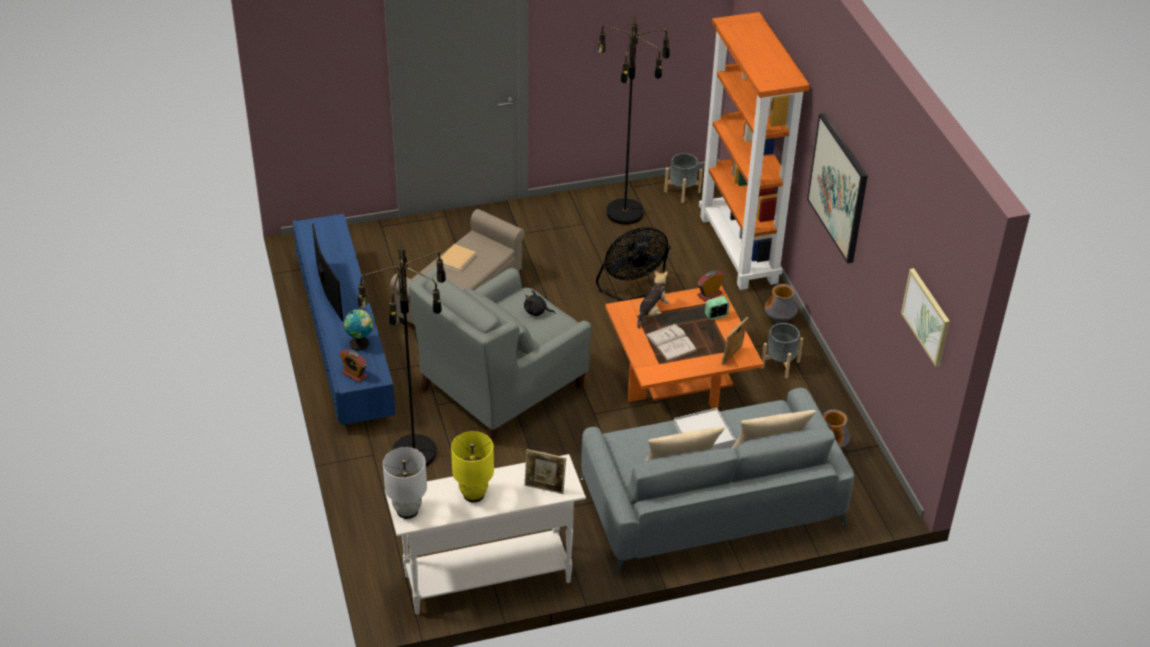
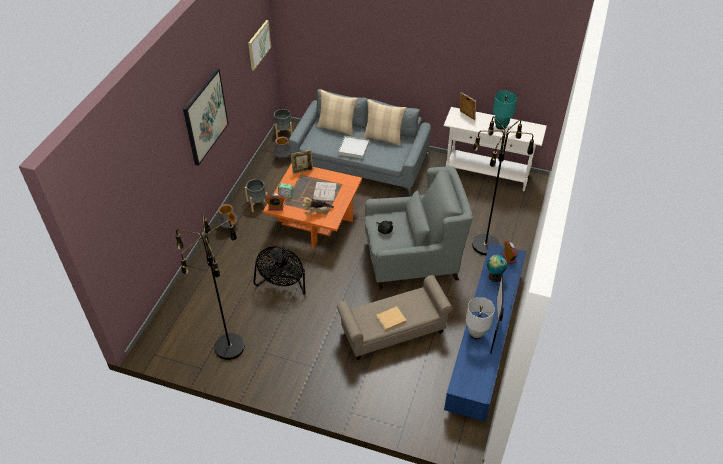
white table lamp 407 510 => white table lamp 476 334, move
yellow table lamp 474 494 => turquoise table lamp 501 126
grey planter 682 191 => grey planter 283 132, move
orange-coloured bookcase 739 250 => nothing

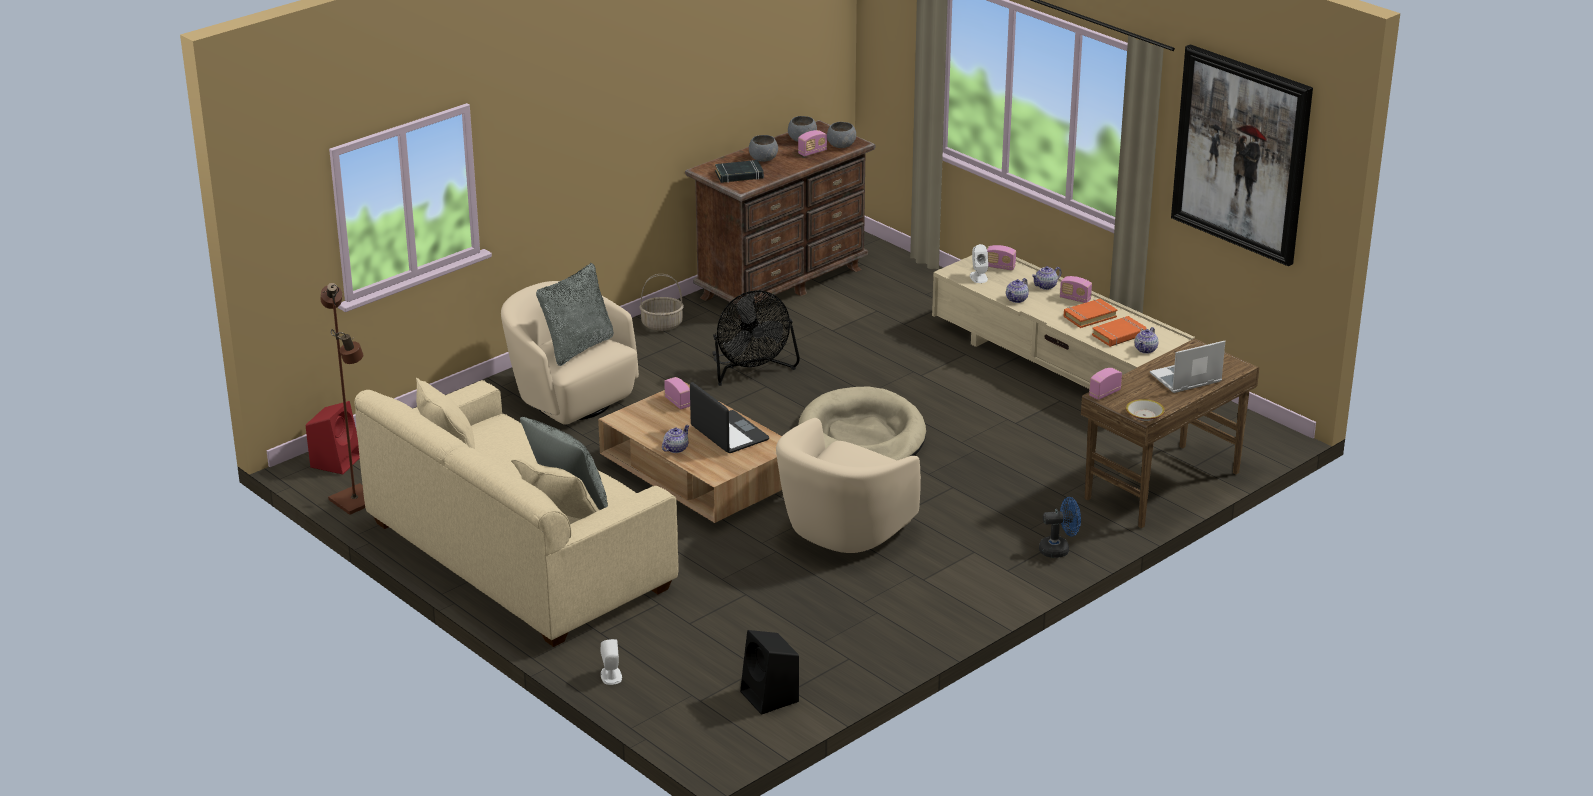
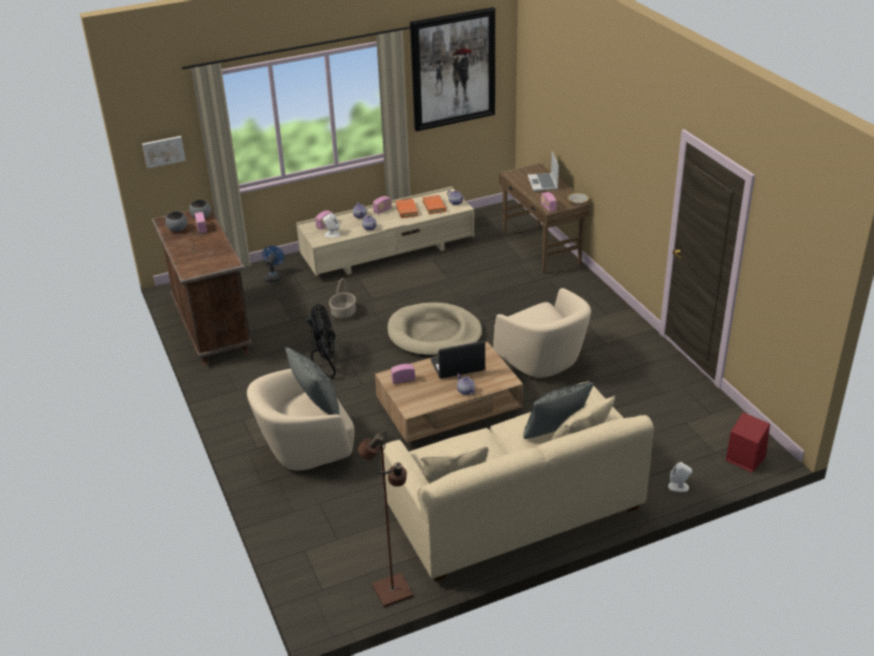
red speaker 336 461 => red speaker 744 458, move
basket 662 324 => basket 343 313, move
black-coloured book 739 175 => nothing
black-coloured speaker 770 697 => nothing
grey deep dish 763 159 => nothing
blue fan 1059 549 => blue fan 274 276, move
nothing => wall picture 163 151

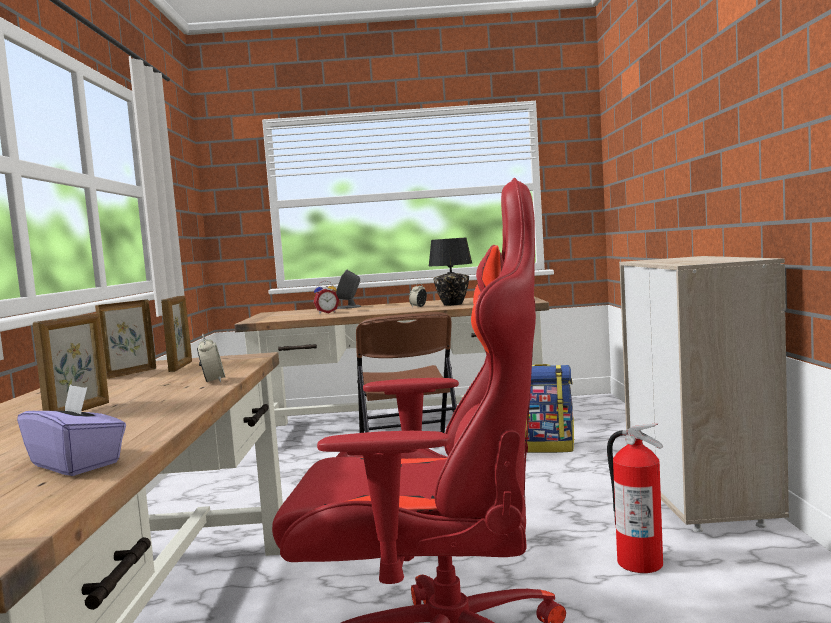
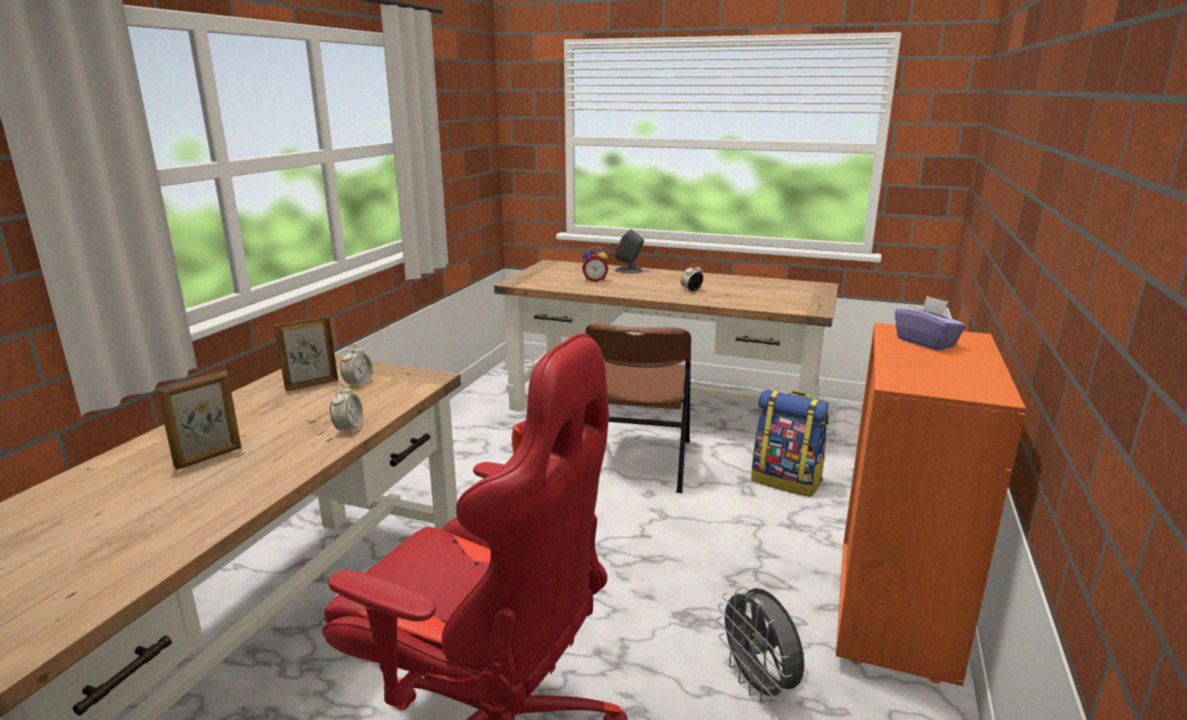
purplish tissue holder 77 464 => purplish tissue holder 926 342, move
picture frame 181 367 => bedside clock 358 383
black-coloured table lamp 452 304 => nothing
extinguisher 639 562 => grey fan 758 684
beige-coloured cupboard 701 502 => orange-coloured cupboard 893 620

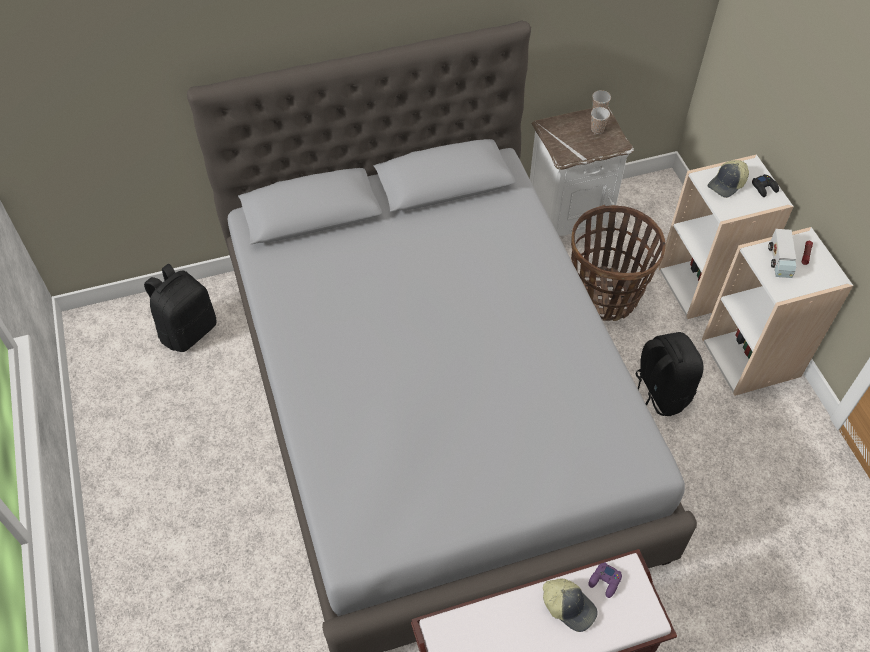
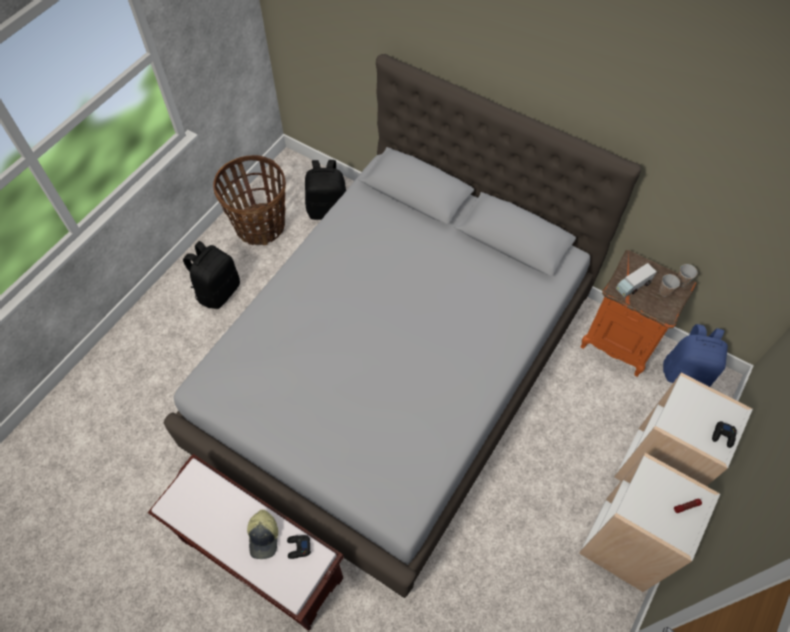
white nightstand 569 220 => orange-coloured nightstand 619 343
basket 605 295 => basket 260 226, move
purplish gamepad 605 581 => black-coloured gamepad 298 547
black-coloured knapsack 658 393 => black-coloured knapsack 218 291, move
baseball cap 727 184 => nothing
toy truck 780 261 => toy truck 633 285, move
nothing => blue knapsack 686 373

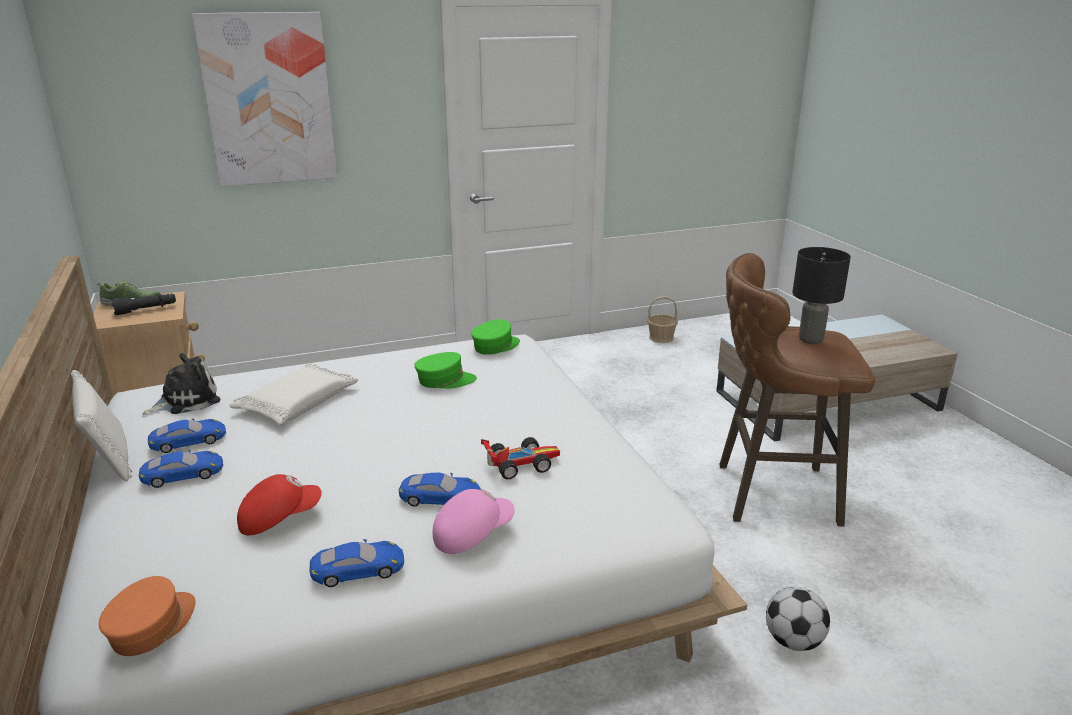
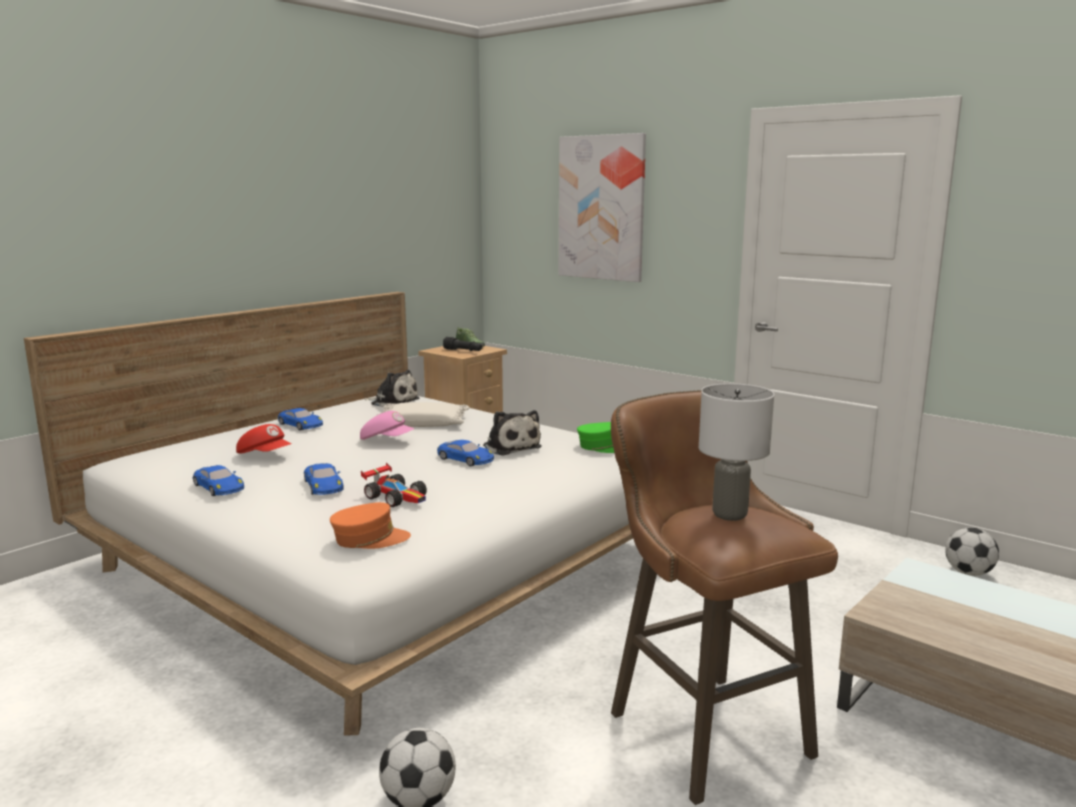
white cushion 108 456 => nothing
orange-coloured baseball cap 152 626 => orange-coloured baseball cap 370 539, move
blue model car 188 441 => blue model car 465 459, move
greenish baseball cap 445 380 => soft toy 510 447
pink-coloured baseball cap 472 534 => pink-coloured baseball cap 387 440, move
basket 661 338 => football ball 968 573
black-coloured table lamp 811 341 => white table lamp 728 515

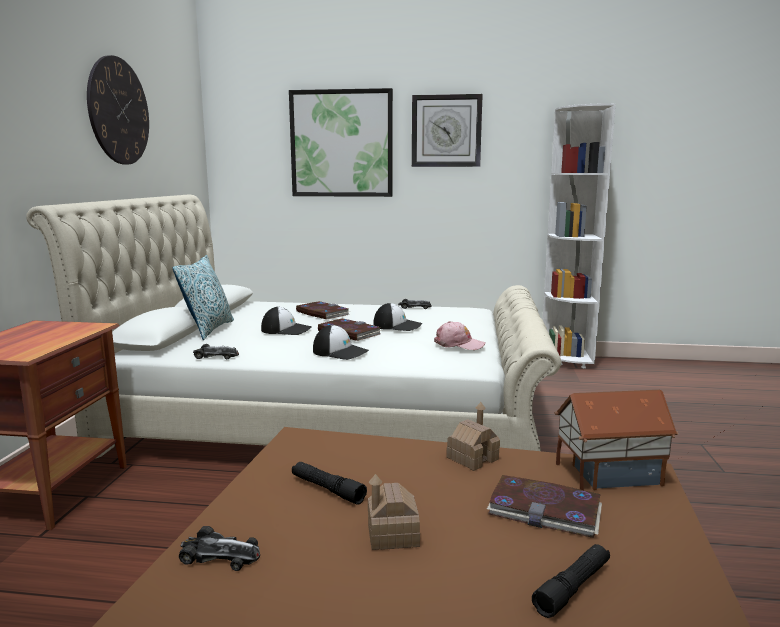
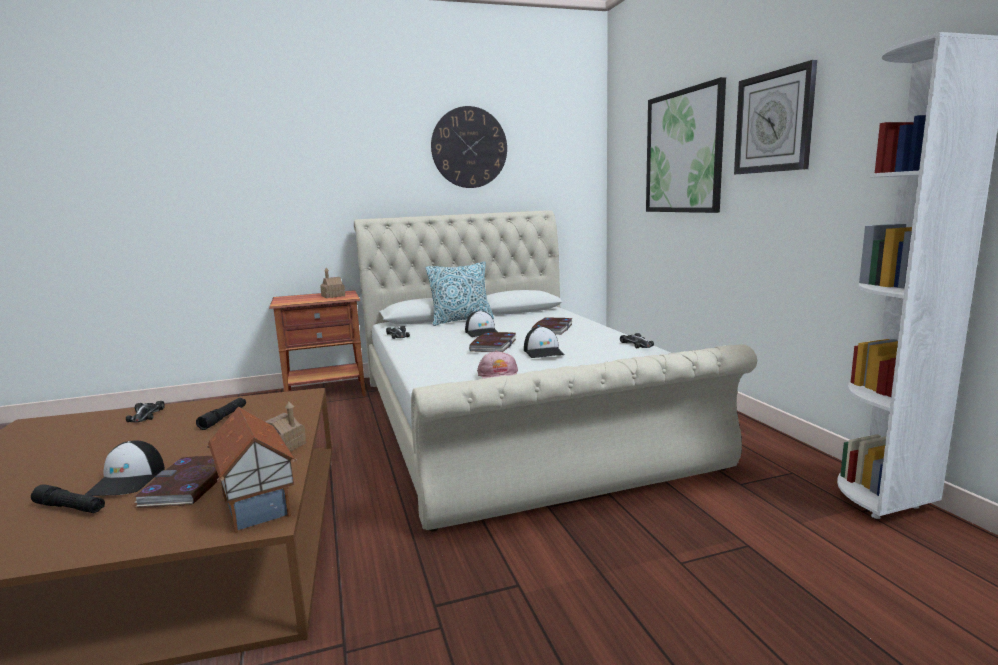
baseball cap 340 352 => baseball cap 128 480, move
miniature house 392 534 => miniature house 333 296, move

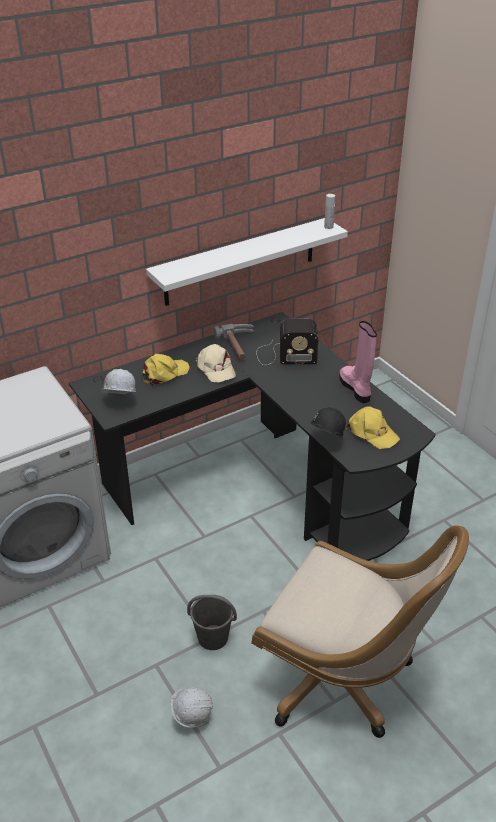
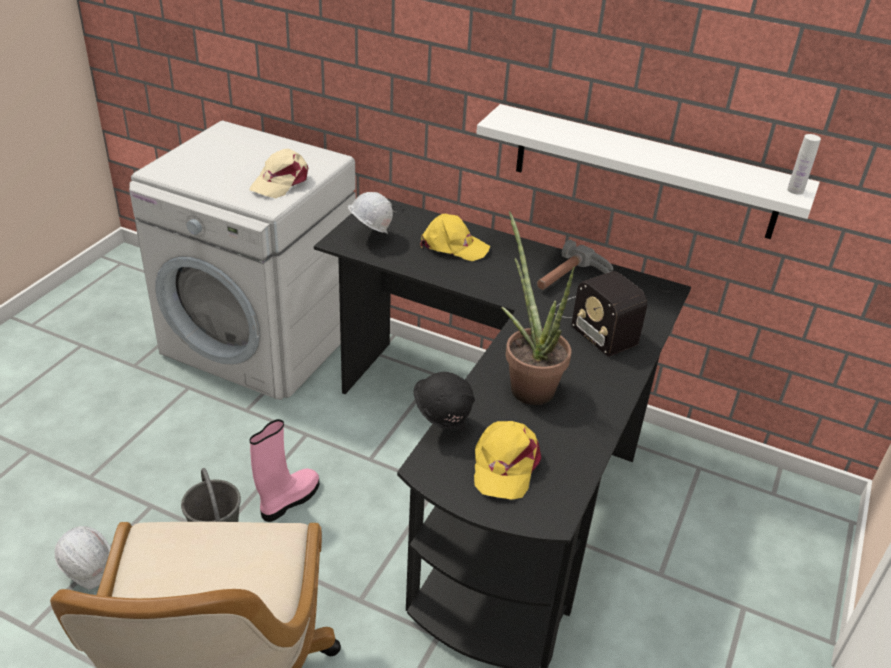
beige-coloured baseball cap 216 368 => beige-coloured baseball cap 281 182, move
pink-coloured high-top boot 356 389 => pink-coloured high-top boot 288 500, move
nothing => plant in a pot 527 384

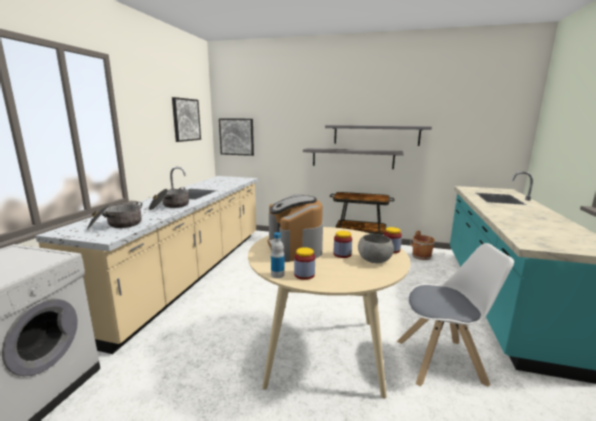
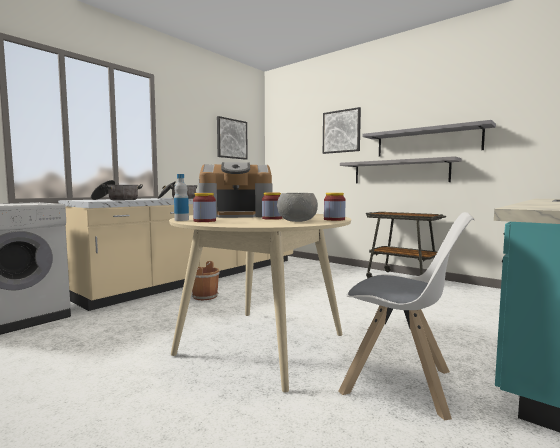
wall picture 236 136 => wall picture 341 131, move
coffee machine 295 247 => coffee machine 237 215, 105 degrees counterclockwise
brownish bucket 420 256 => brownish bucket 203 296, move

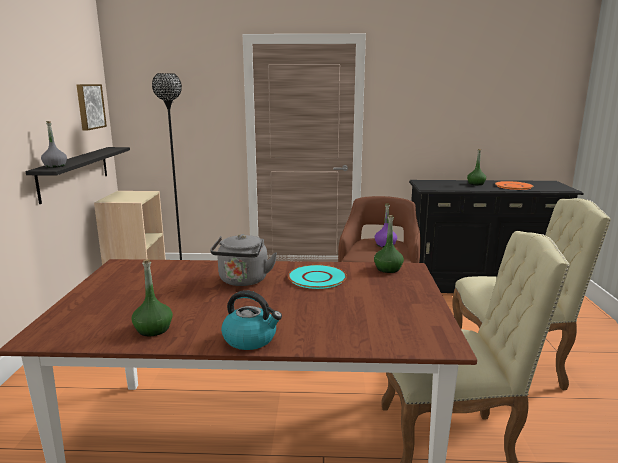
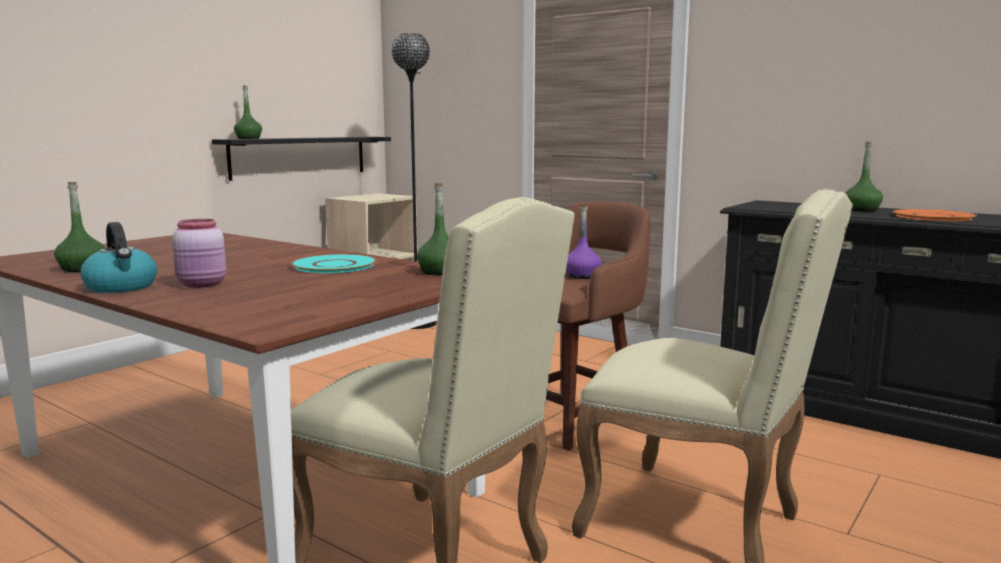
grey drink bottle 55 166 => greenish drink bottle 248 138
wall picture 89 106 => nothing
grey tea kettle 243 281 => nothing
nothing => pink-coloured storage jar 203 284

